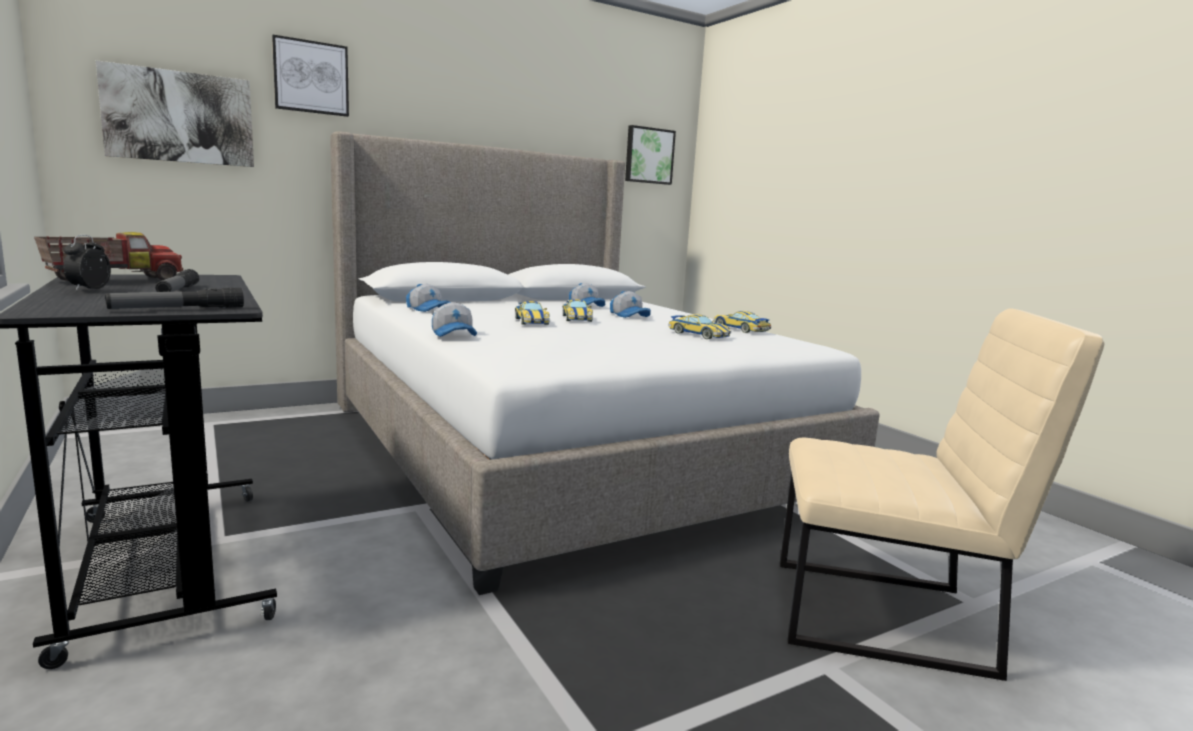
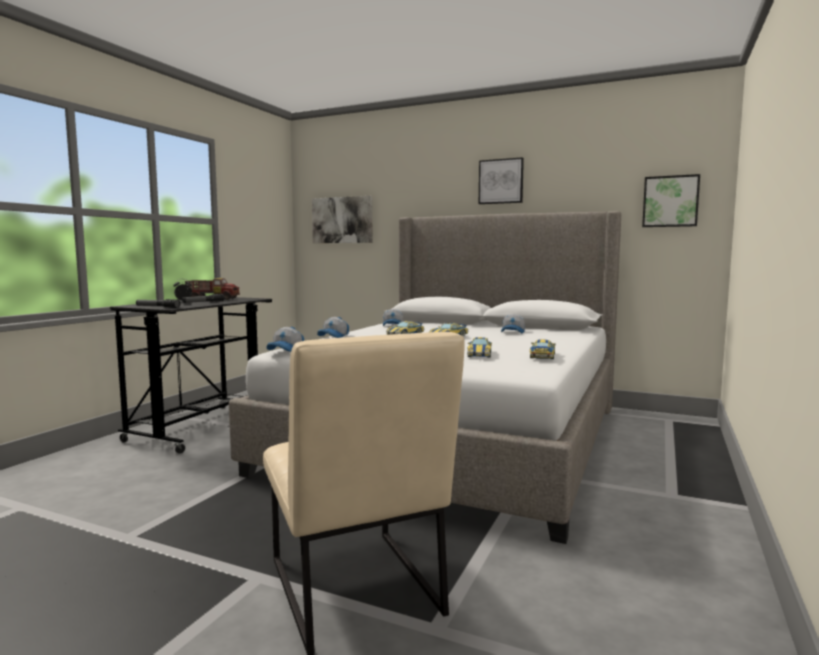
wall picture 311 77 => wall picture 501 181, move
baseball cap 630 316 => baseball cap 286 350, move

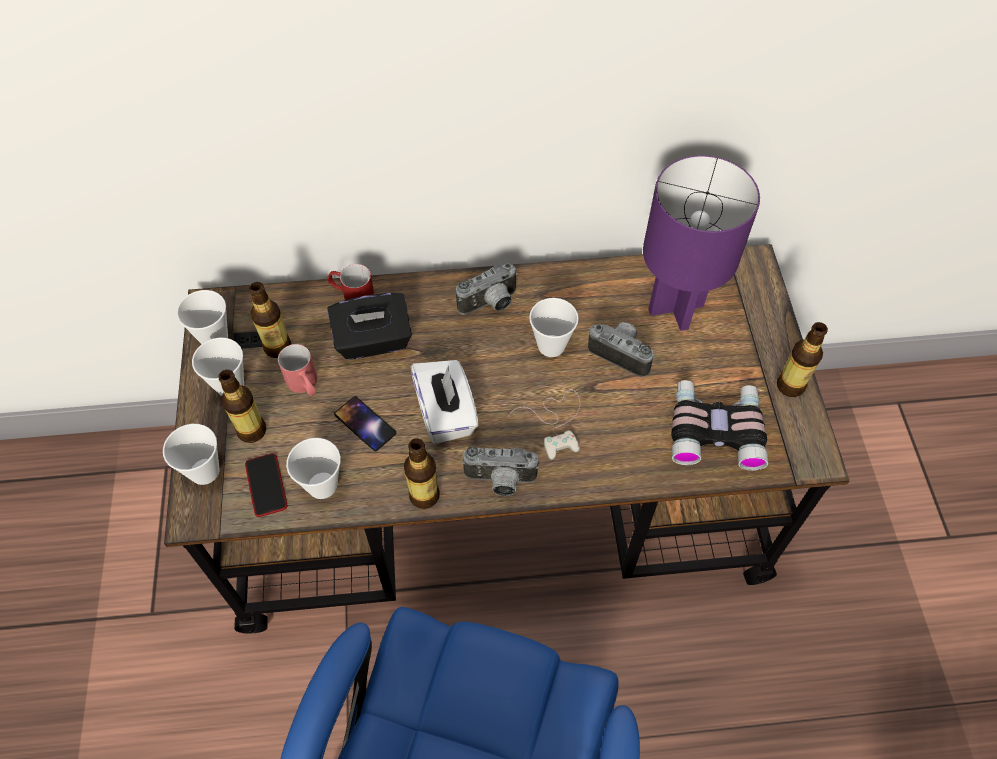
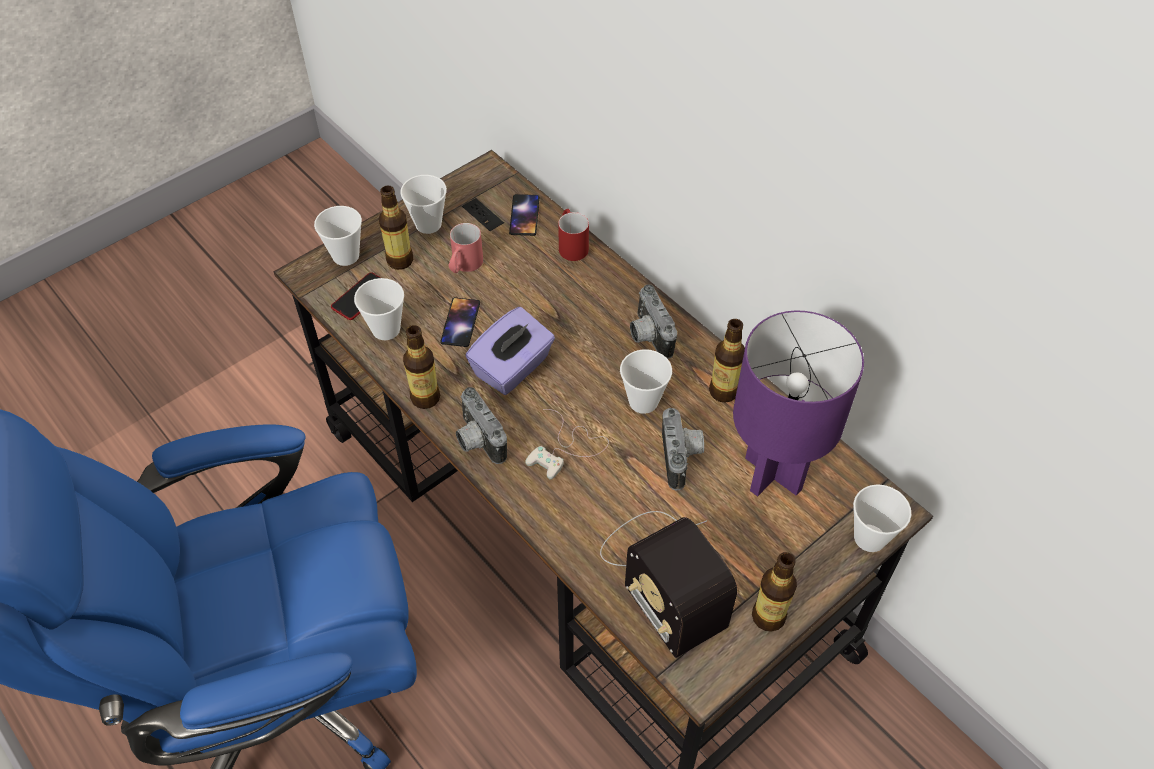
cup 214 338 => cup 869 538, move
drink bottle 278 347 => drink bottle 723 391, move
black-coloured tissue holder 373 341 => nothing
white tissue holder 446 413 => purplish tissue holder 512 368
photo camera 490 304 => photo camera 647 336, 45 degrees clockwise
pair of binoculars 715 428 => radio set 663 575
nothing => telephone 524 215

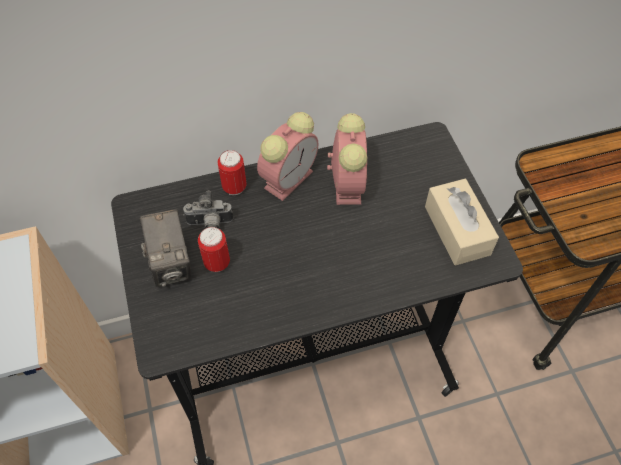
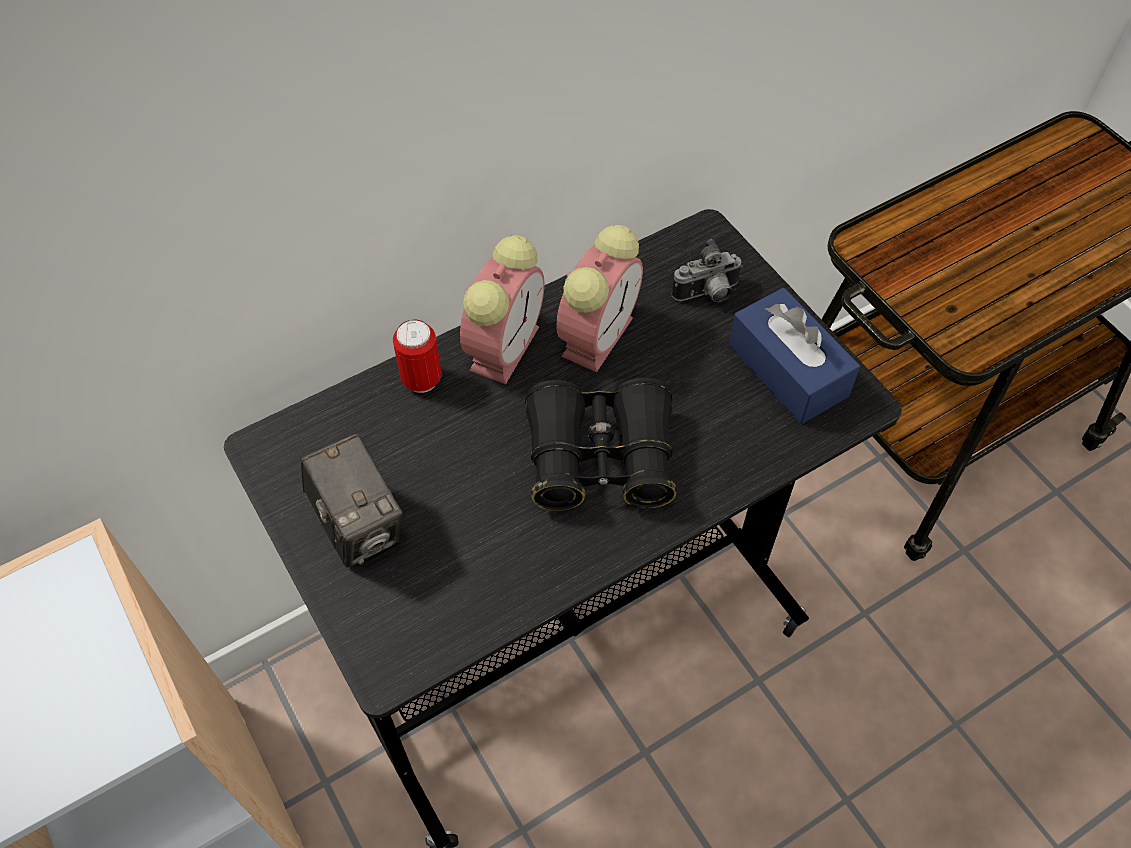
photo camera 210 224 => photo camera 707 294, move
sealed can 217 263 => nothing
bedside clock 347 183 => bedside clock 598 334, 45 degrees clockwise
beige-coloured tissue holder 457 230 => blue tissue holder 787 370
nothing => black-coloured pair of binoculars 600 459

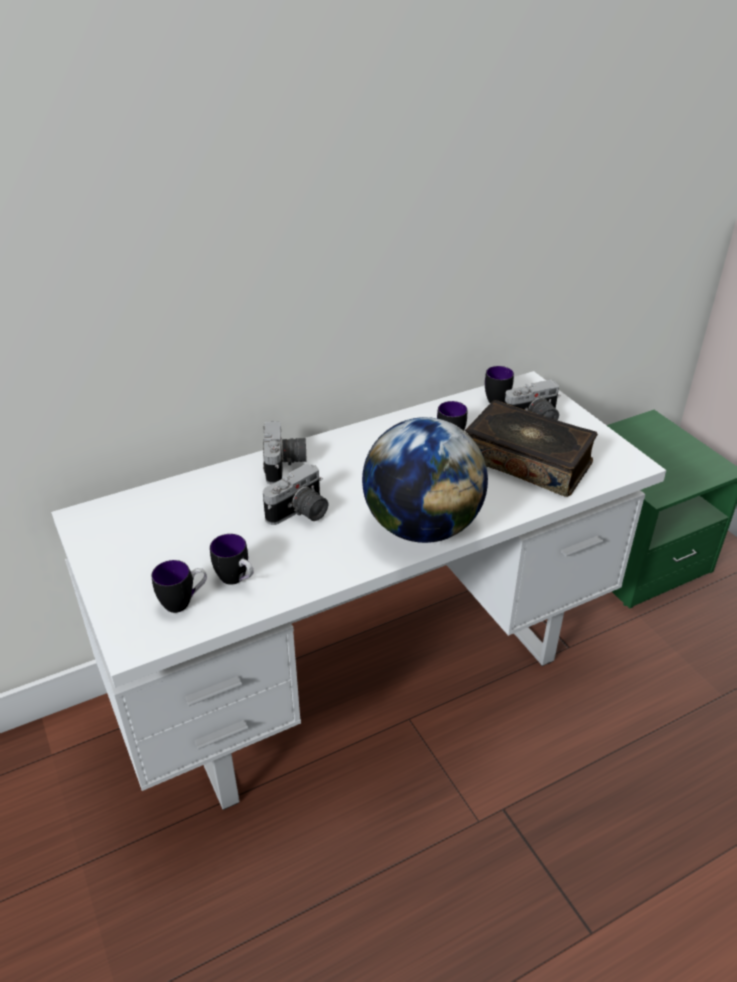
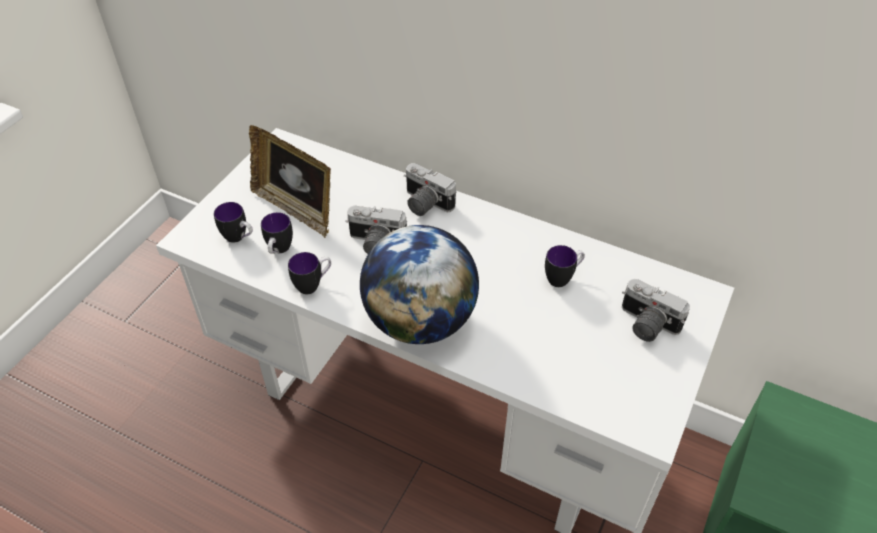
photo camera 285 465 => photo camera 424 204, 75 degrees clockwise
book 527 460 => nothing
mug 496 398 => mug 313 285, move
nothing => picture frame 296 208

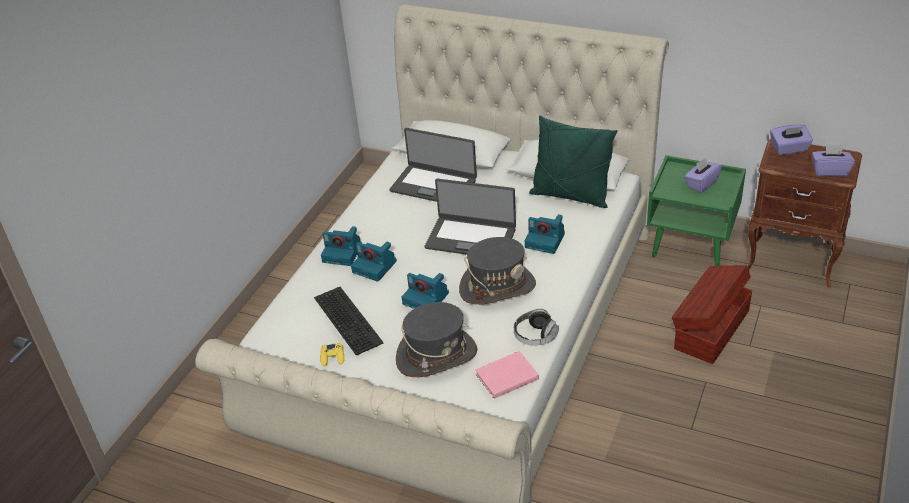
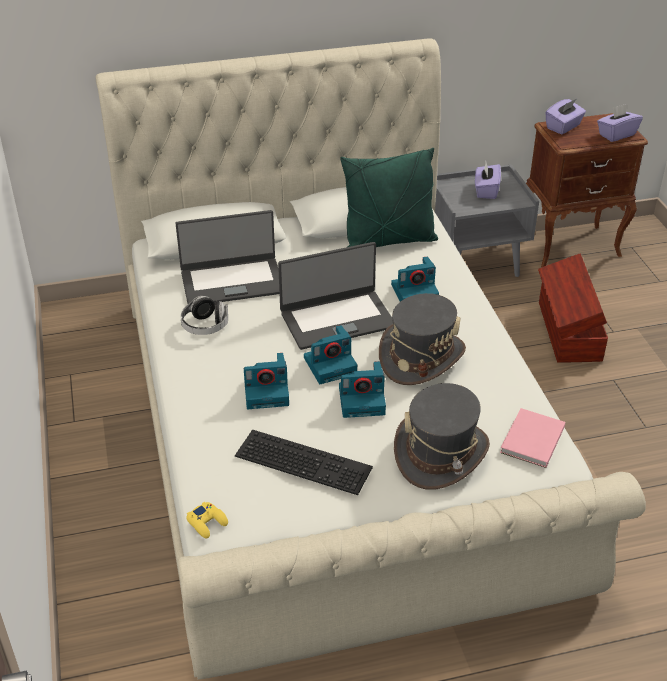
yellow gamepad 333 357 => yellow gamepad 207 523, move
photo camera 343 253 => photo camera 331 365, move
headset 535 336 => headset 205 326, move
greenish nightstand 692 246 => grey nightstand 475 264

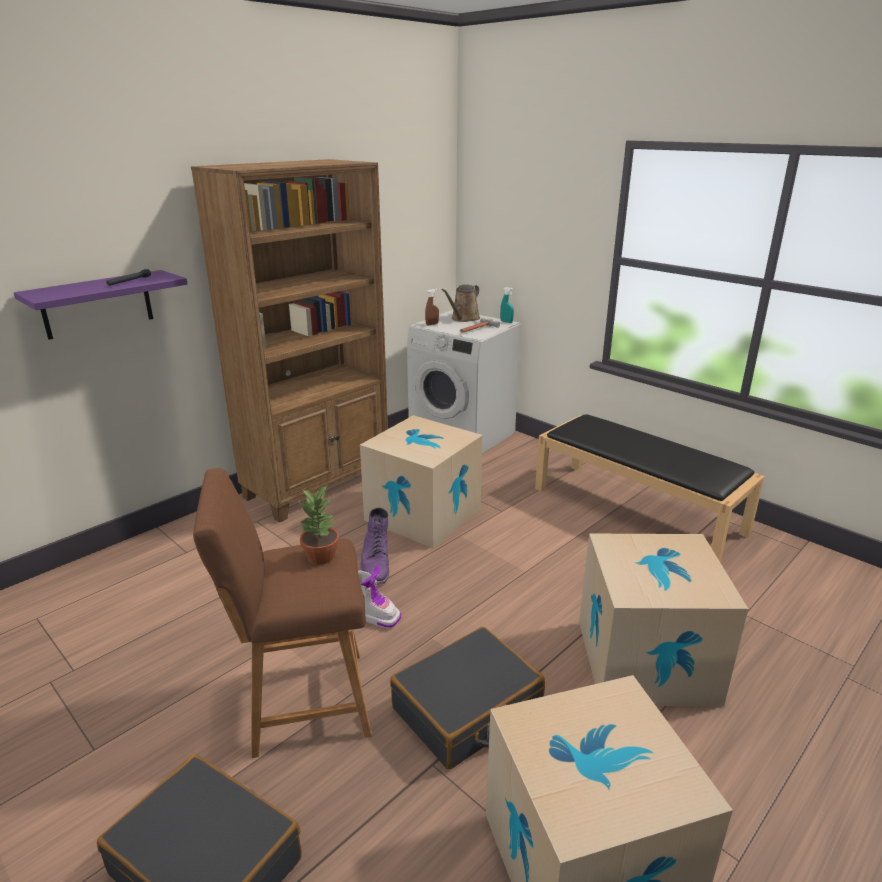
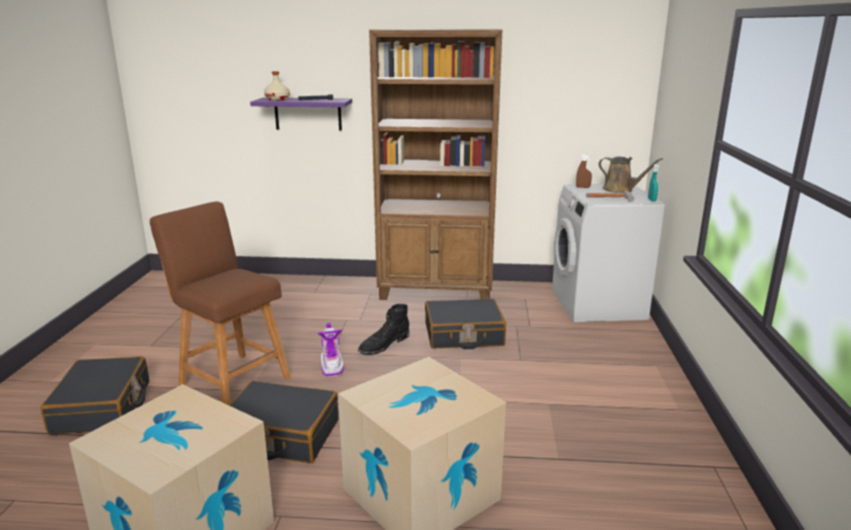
plant in a pot 322 556 => nothing
cardboard box 423 514 => black-coloured suitcase 463 335
purplish high-top boot 376 563 => black-coloured high-top boot 383 344
brownish watering can 463 319 => brownish watering can 620 190, 135 degrees counterclockwise
black-coloured indoor bench 638 510 => nothing
nothing => beige-coloured drink bottle 277 99

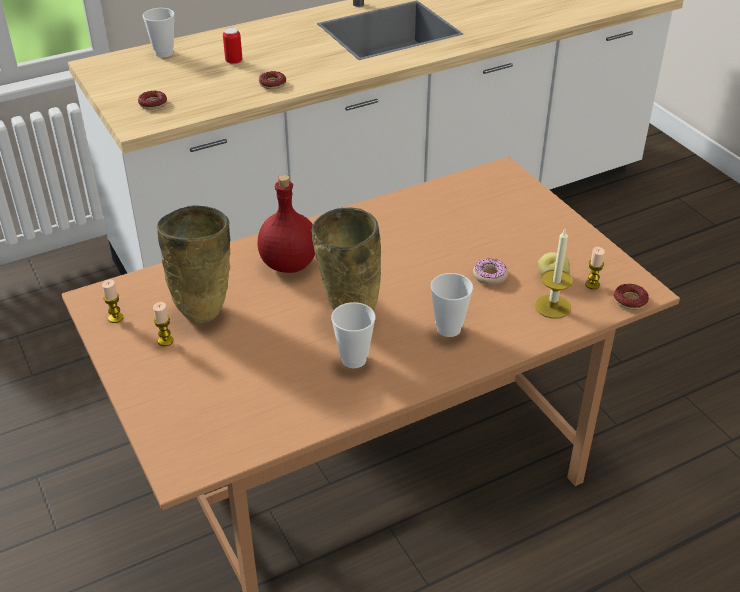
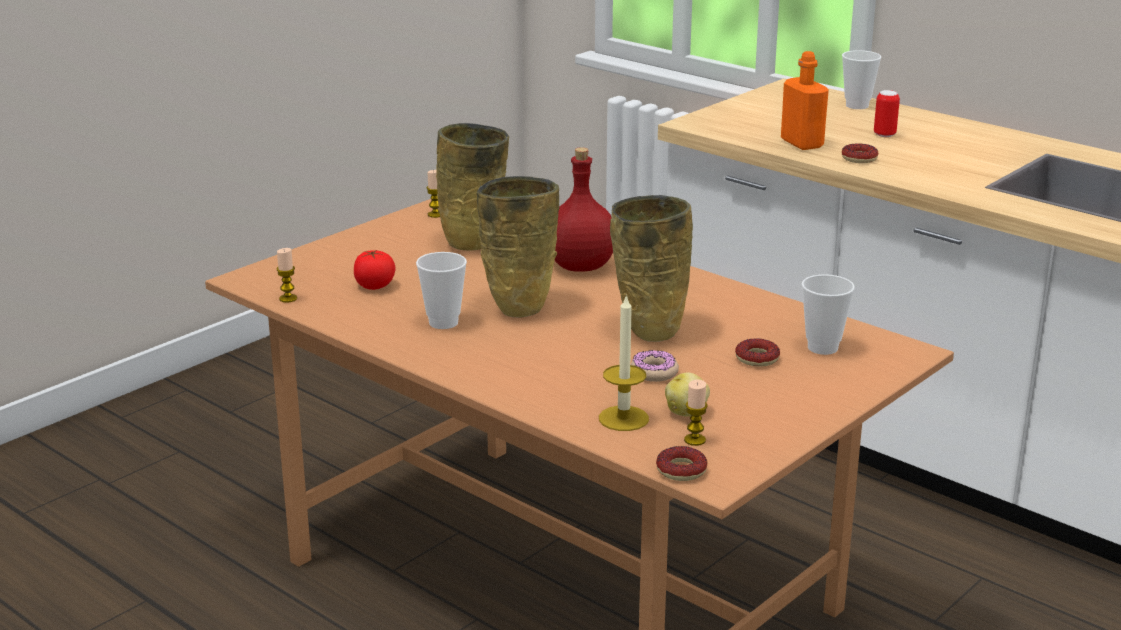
donut 153 104 => donut 757 358, move
candle 165 341 => candle 288 298, move
cup 448 329 => cup 822 348, move
nothing => tomato 375 286
nothing => beige-coloured flower vase 650 331
nothing => orange-coloured drink bottle 802 143

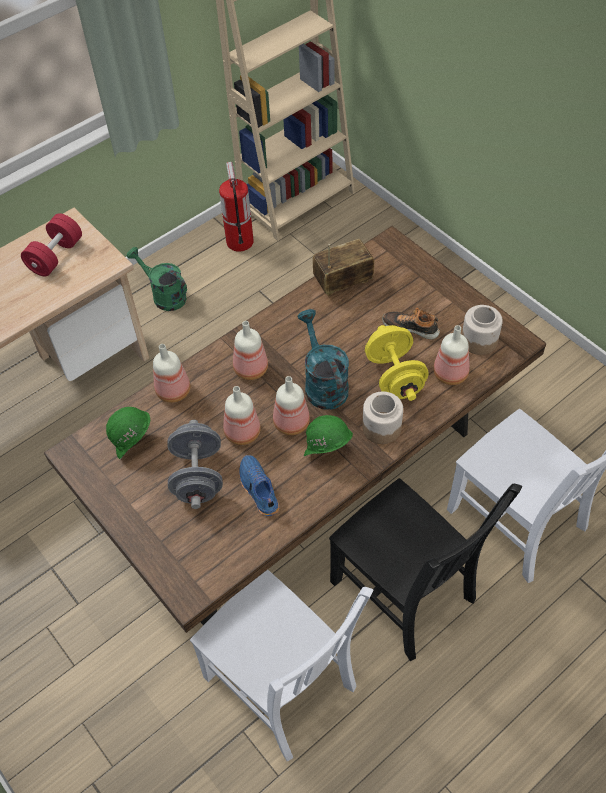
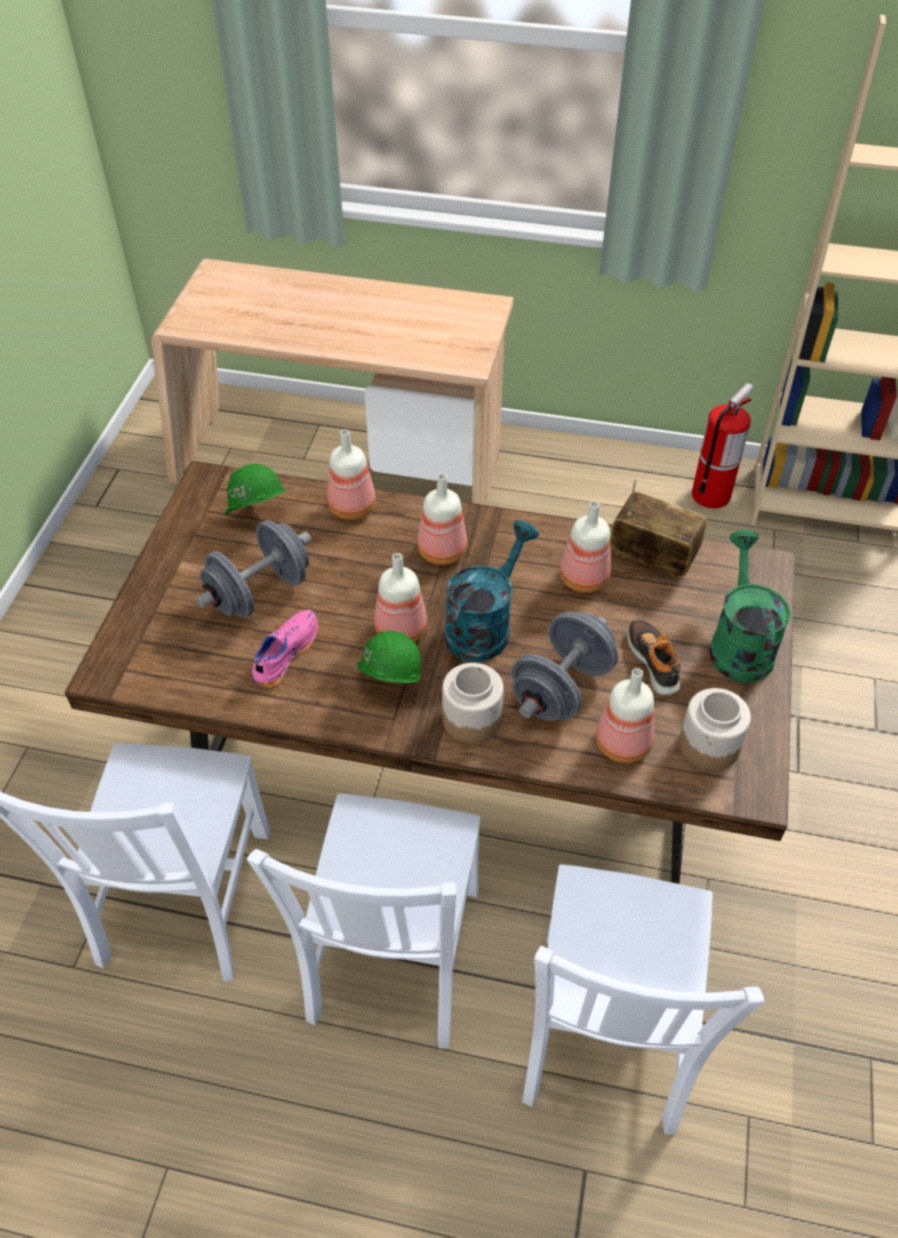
red free weight 56 256 => nothing
greenish watering can 164 295 => greenish watering can 738 643, move
drink bottle 241 433 => drink bottle 582 578, move
blue low shoe 258 489 => pink-coloured low shoe 284 653
black-coloured chair 406 594 => white chair 393 959
yellow free weight 395 376 => grey free weight 561 689

